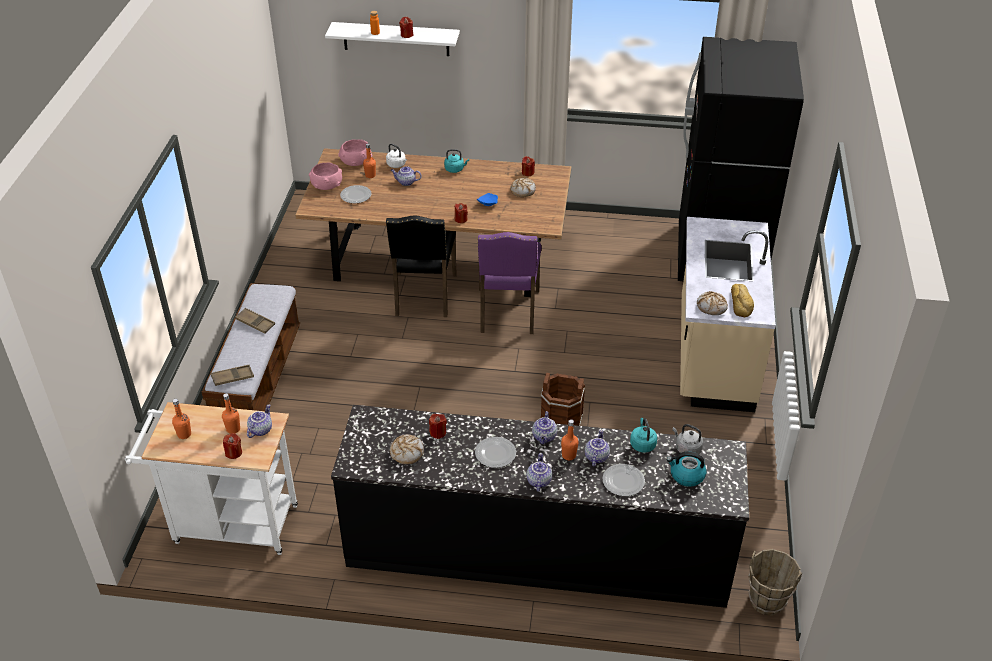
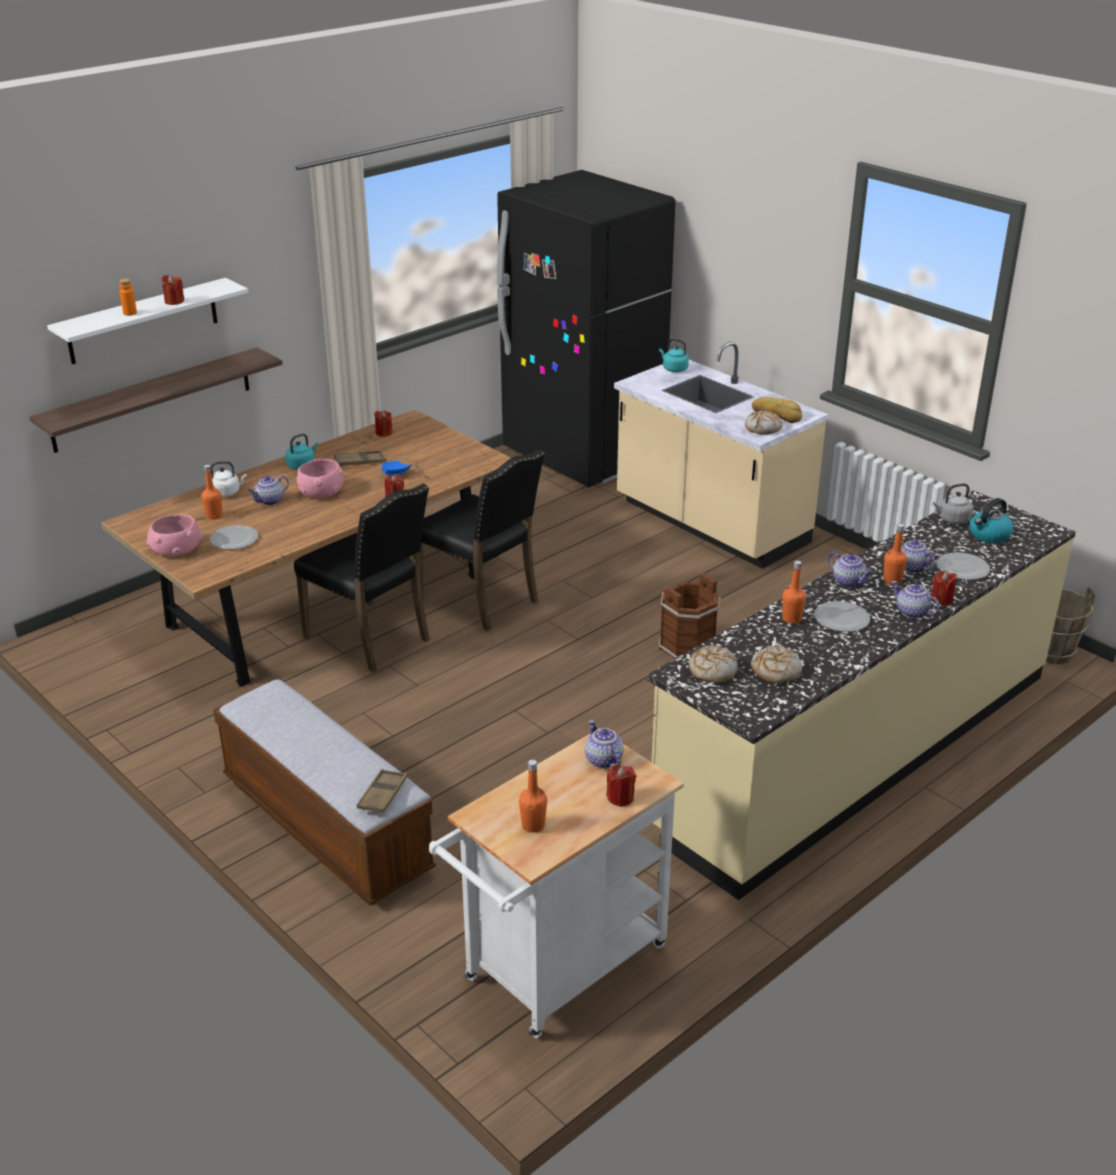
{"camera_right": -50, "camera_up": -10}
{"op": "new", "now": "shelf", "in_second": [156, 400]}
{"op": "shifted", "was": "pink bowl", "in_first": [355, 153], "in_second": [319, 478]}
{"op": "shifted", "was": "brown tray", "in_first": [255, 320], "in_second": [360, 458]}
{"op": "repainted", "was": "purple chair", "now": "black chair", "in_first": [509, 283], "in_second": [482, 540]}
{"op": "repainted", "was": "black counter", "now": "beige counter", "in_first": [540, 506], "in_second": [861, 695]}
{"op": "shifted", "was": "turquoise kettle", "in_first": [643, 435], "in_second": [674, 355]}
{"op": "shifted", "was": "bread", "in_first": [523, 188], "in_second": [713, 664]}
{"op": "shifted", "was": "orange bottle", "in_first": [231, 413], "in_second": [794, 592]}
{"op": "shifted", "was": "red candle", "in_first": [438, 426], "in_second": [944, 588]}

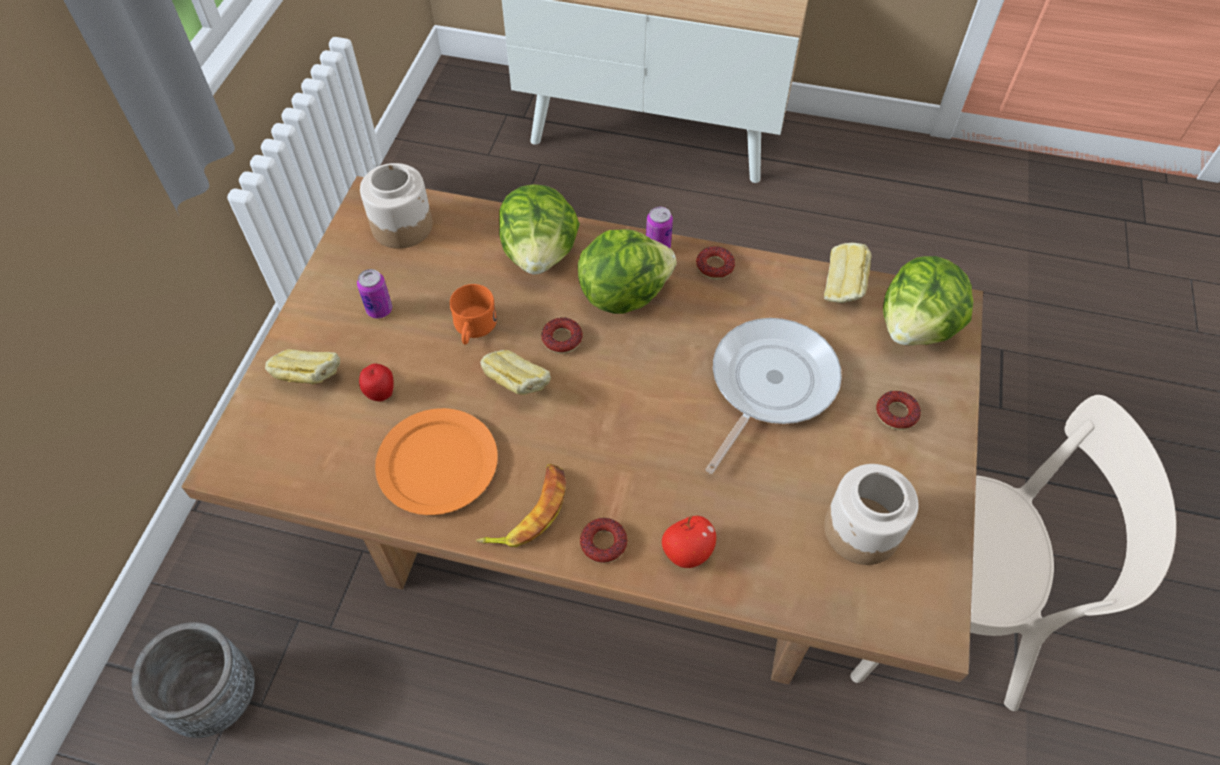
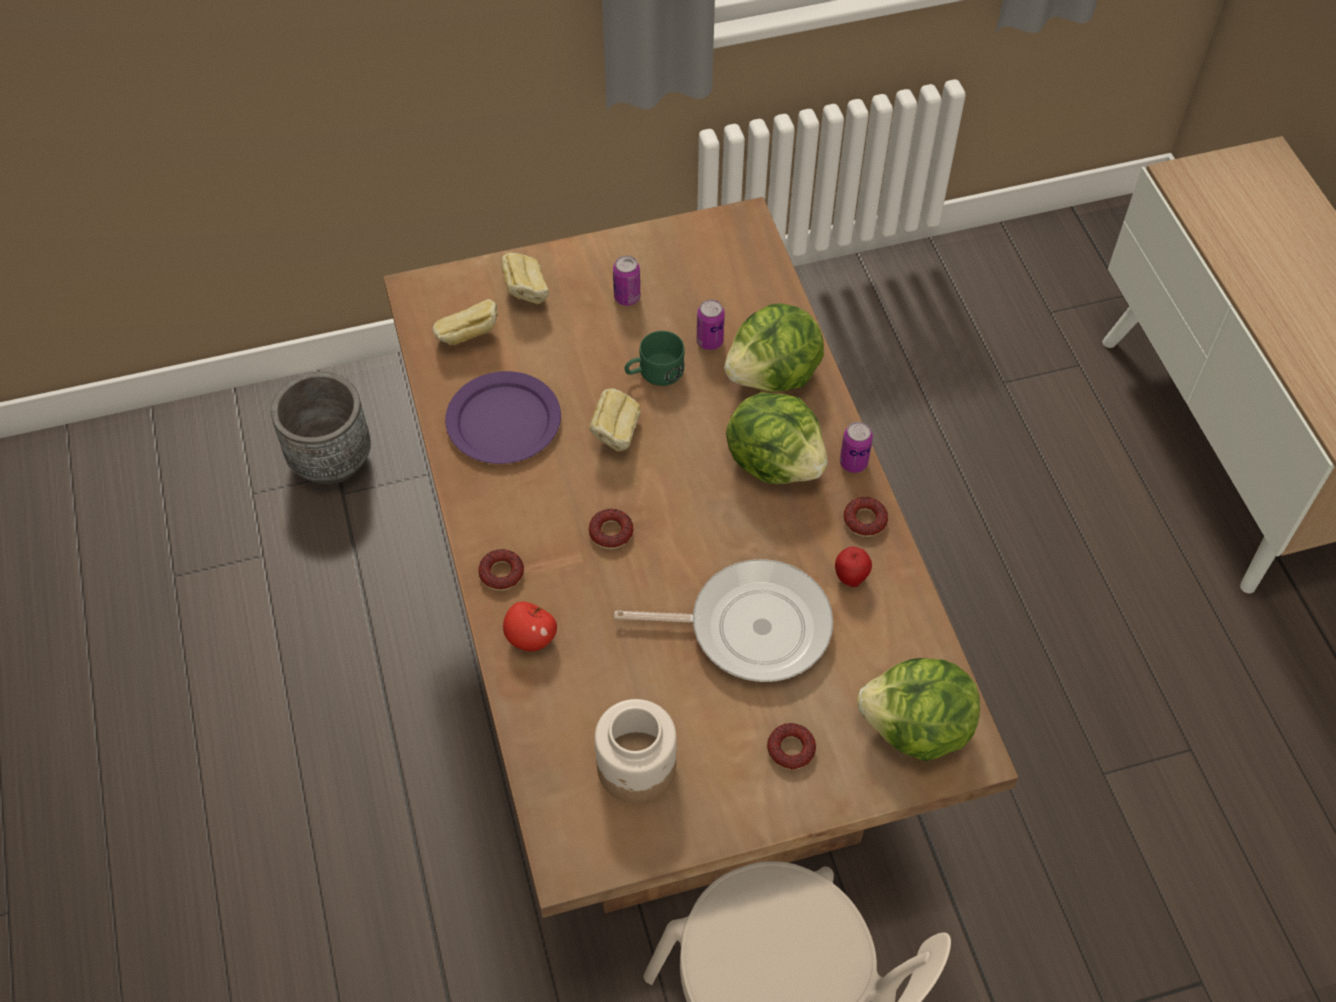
{"camera_right": 60, "camera_up": 0}
{"op": "shifted", "was": "bread", "in_first": [848, 273], "in_second": [465, 322]}
{"op": "repainted", "was": "orange plate", "now": "purple plate", "in_first": [436, 461], "in_second": [503, 417]}
{"op": "shifted", "was": "donut", "in_first": [562, 335], "in_second": [611, 529]}
{"op": "repainted", "was": "orange mug", "now": "green mug", "in_first": [473, 314], "in_second": [654, 358]}
{"op": "new", "now": "can", "in_second": [711, 324]}
{"op": "shifted", "was": "apple", "in_first": [376, 383], "in_second": [853, 567]}
{"op": "gone", "was": "jar", "in_first": [396, 206]}
{"op": "gone", "was": "banana", "in_first": [521, 505]}

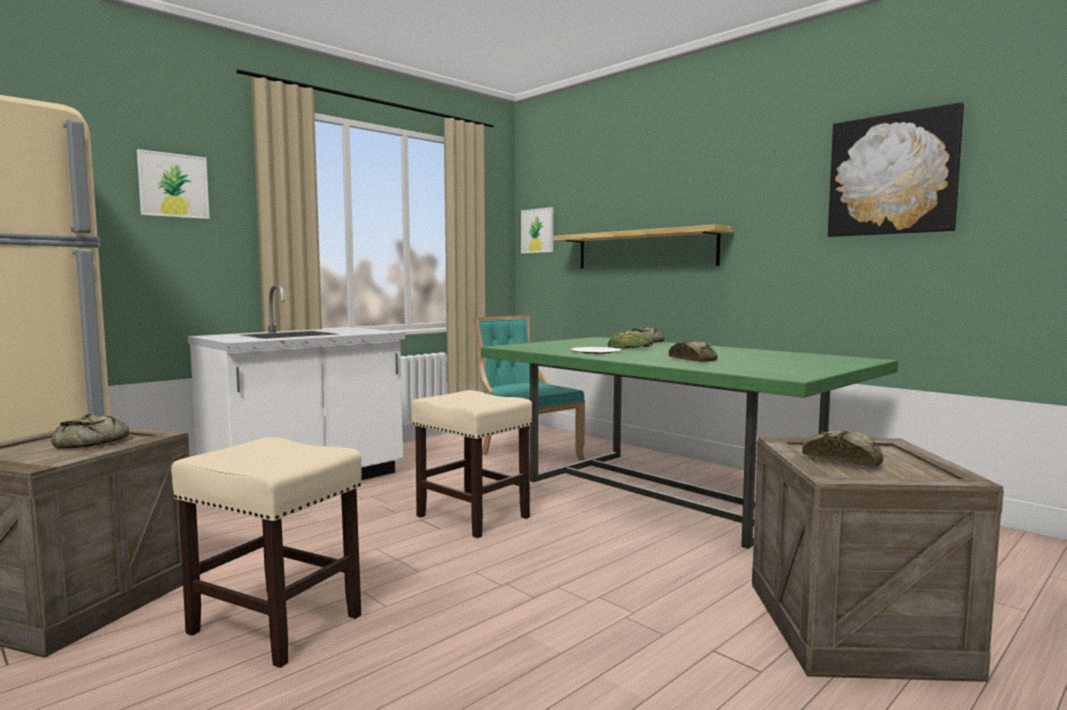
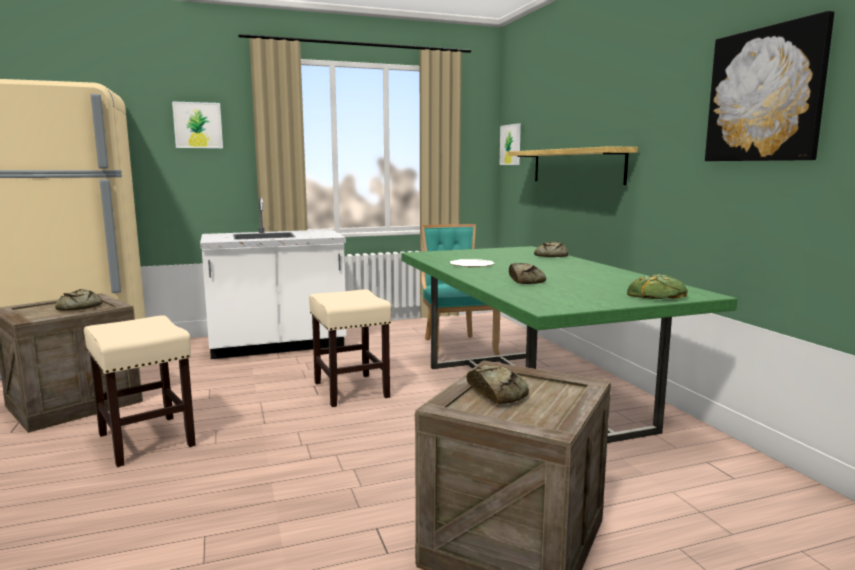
{"camera_right": 25, "camera_up": 5}
{"op": "shifted", "was": "bread", "in_first": [631, 340], "in_second": [657, 286]}

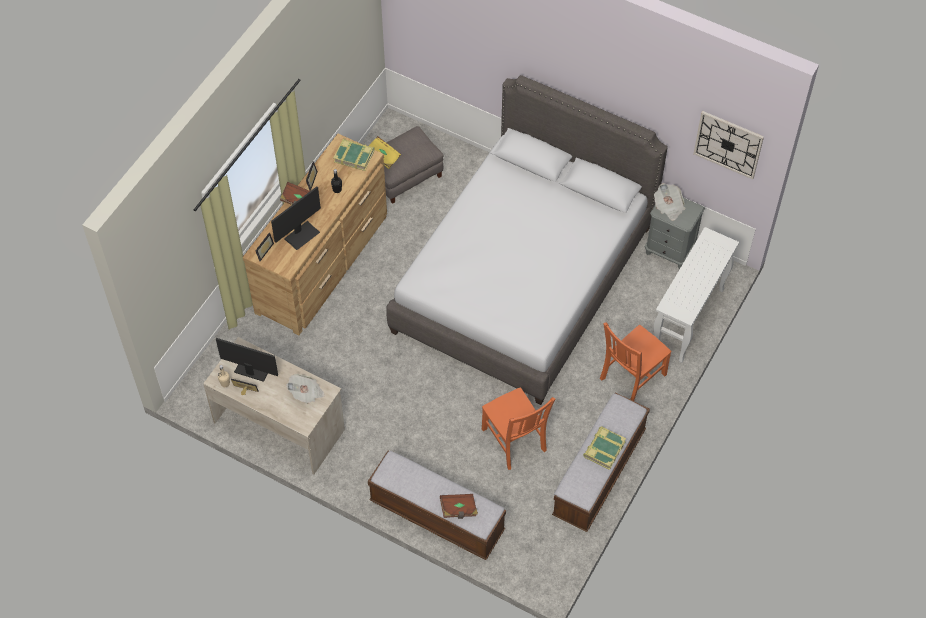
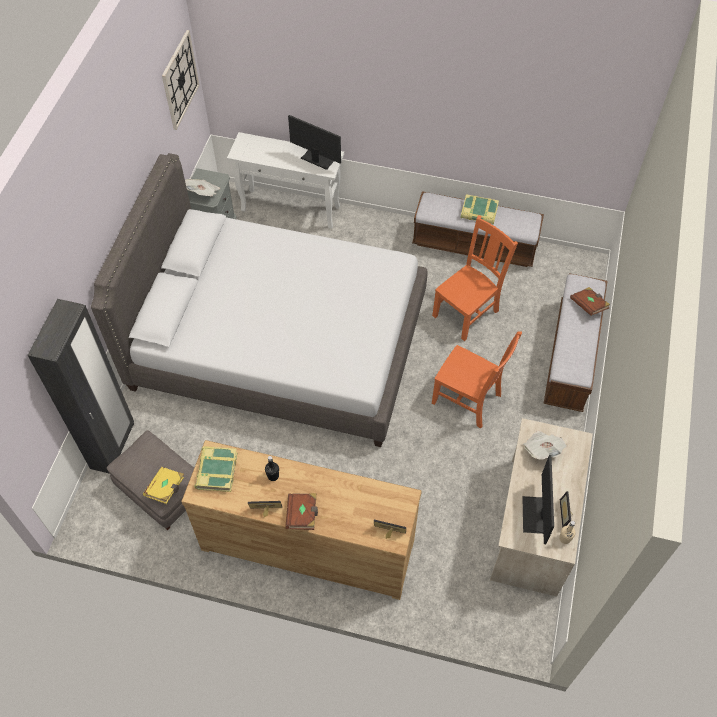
{"camera_right": -105, "camera_up": 0}
{"op": "new", "now": "black wardrobe", "in_second": [81, 386]}
{"op": "shifted", "was": "monitor", "in_first": [296, 218], "in_second": [314, 142]}
{"op": "shifted", "was": "orange chair", "in_first": [636, 361], "in_second": [477, 380]}

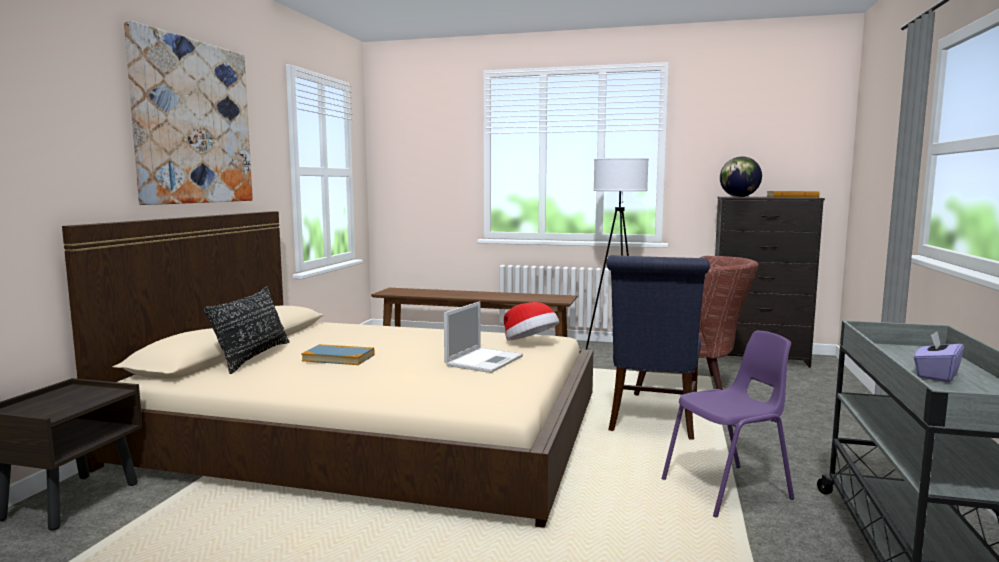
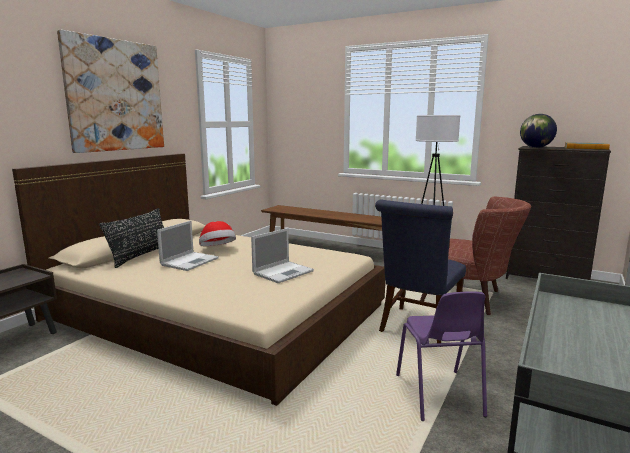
{"camera_right": 15, "camera_up": 5}
{"op": "swapped", "was": "book", "now": "laptop", "in_first": [338, 354], "in_second": [188, 246]}
{"op": "shifted", "was": "hat", "in_first": [531, 321], "in_second": [217, 233]}
{"op": "rotated", "was": "purple chair", "in_first": [728, 424], "in_second": [441, 356], "clockwise": 90}
{"op": "gone", "was": "purple tissue box", "in_first": [939, 356]}

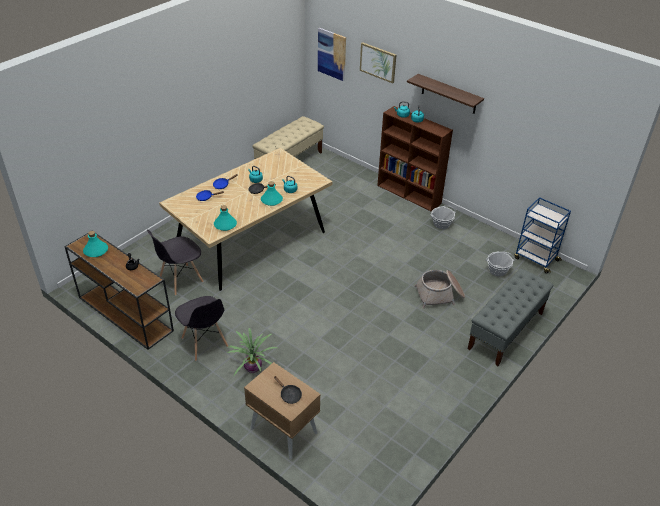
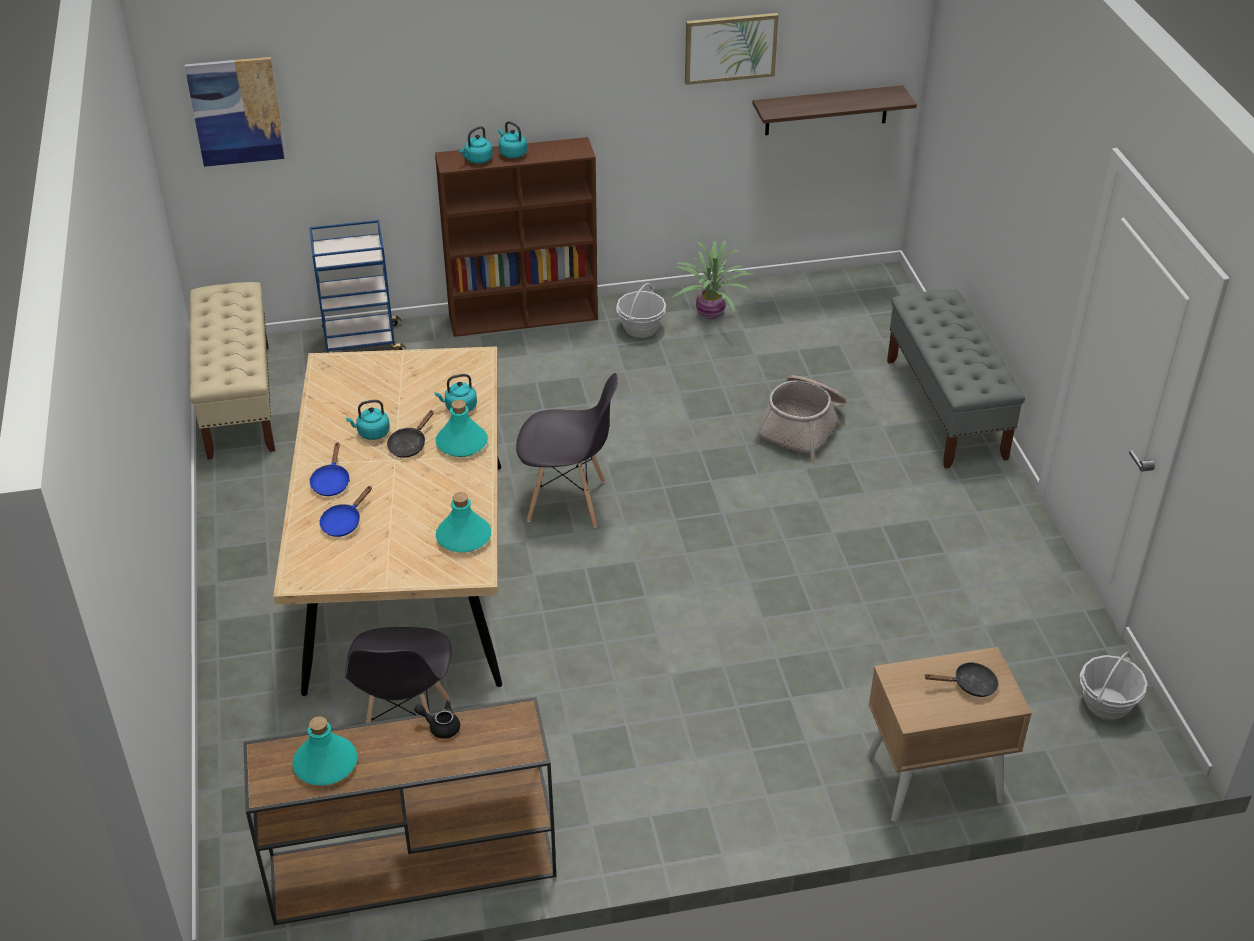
{"camera_right": -50, "camera_up": 0}
{"op": "shifted", "was": "blue cart", "in_first": [543, 235], "in_second": [357, 286]}
{"op": "shifted", "was": "grey chair", "in_first": [201, 328], "in_second": [567, 450]}
{"op": "shifted", "was": "potted plant", "in_first": [252, 352], "in_second": [714, 279]}
{"op": "shifted", "was": "picture", "in_first": [378, 62], "in_second": [732, 49]}
{"op": "shifted", "was": "shelf", "in_first": [445, 94], "in_second": [834, 110]}
{"op": "shifted", "was": "basket", "in_first": [500, 264], "in_second": [1114, 686]}

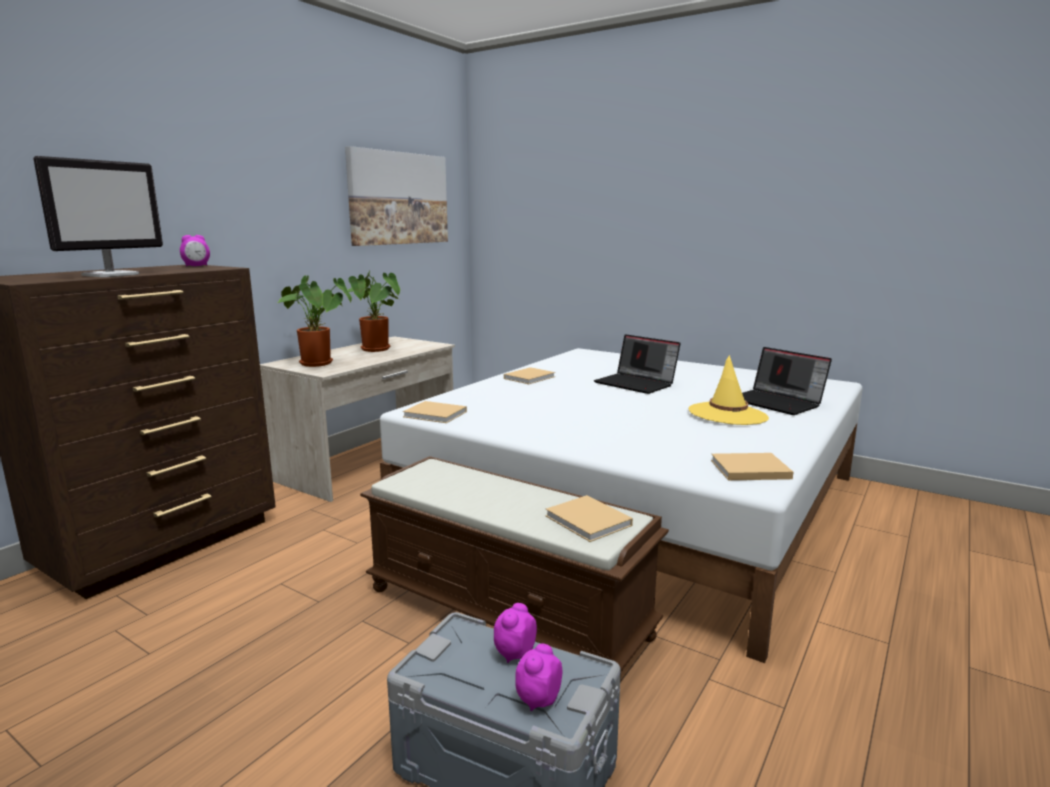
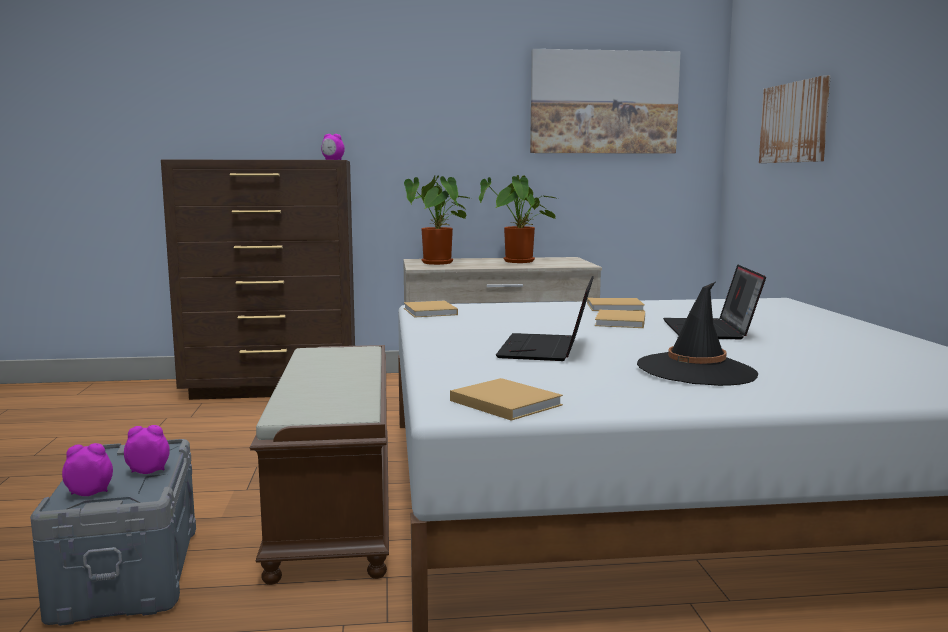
{"camera_right": 50, "camera_up": -5}
{"op": "shifted", "was": "laptop", "in_first": [787, 381], "in_second": [545, 318]}
{"op": "shifted", "was": "beige book", "in_first": [589, 518], "in_second": [620, 319]}
{"op": "repainted", "was": "yellow hat", "now": "black hat", "in_first": [729, 390], "in_second": [697, 334]}
{"op": "new", "now": "picture", "in_second": [795, 119]}
{"op": "gone", "was": "monitor", "in_first": [98, 217]}

